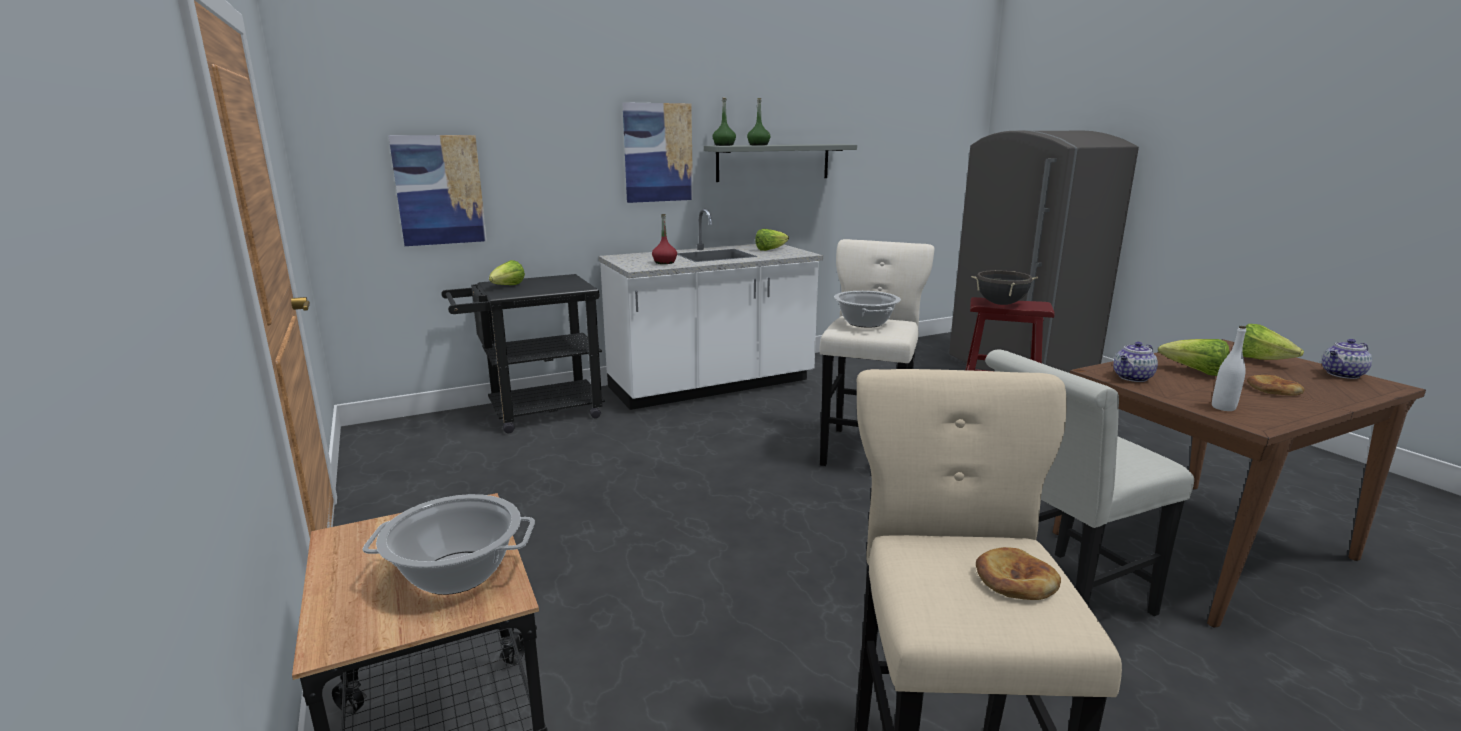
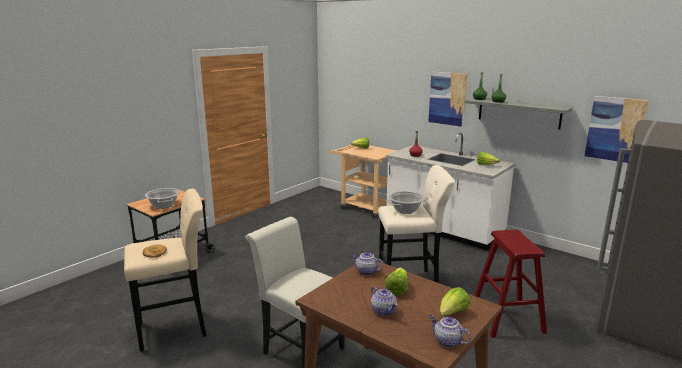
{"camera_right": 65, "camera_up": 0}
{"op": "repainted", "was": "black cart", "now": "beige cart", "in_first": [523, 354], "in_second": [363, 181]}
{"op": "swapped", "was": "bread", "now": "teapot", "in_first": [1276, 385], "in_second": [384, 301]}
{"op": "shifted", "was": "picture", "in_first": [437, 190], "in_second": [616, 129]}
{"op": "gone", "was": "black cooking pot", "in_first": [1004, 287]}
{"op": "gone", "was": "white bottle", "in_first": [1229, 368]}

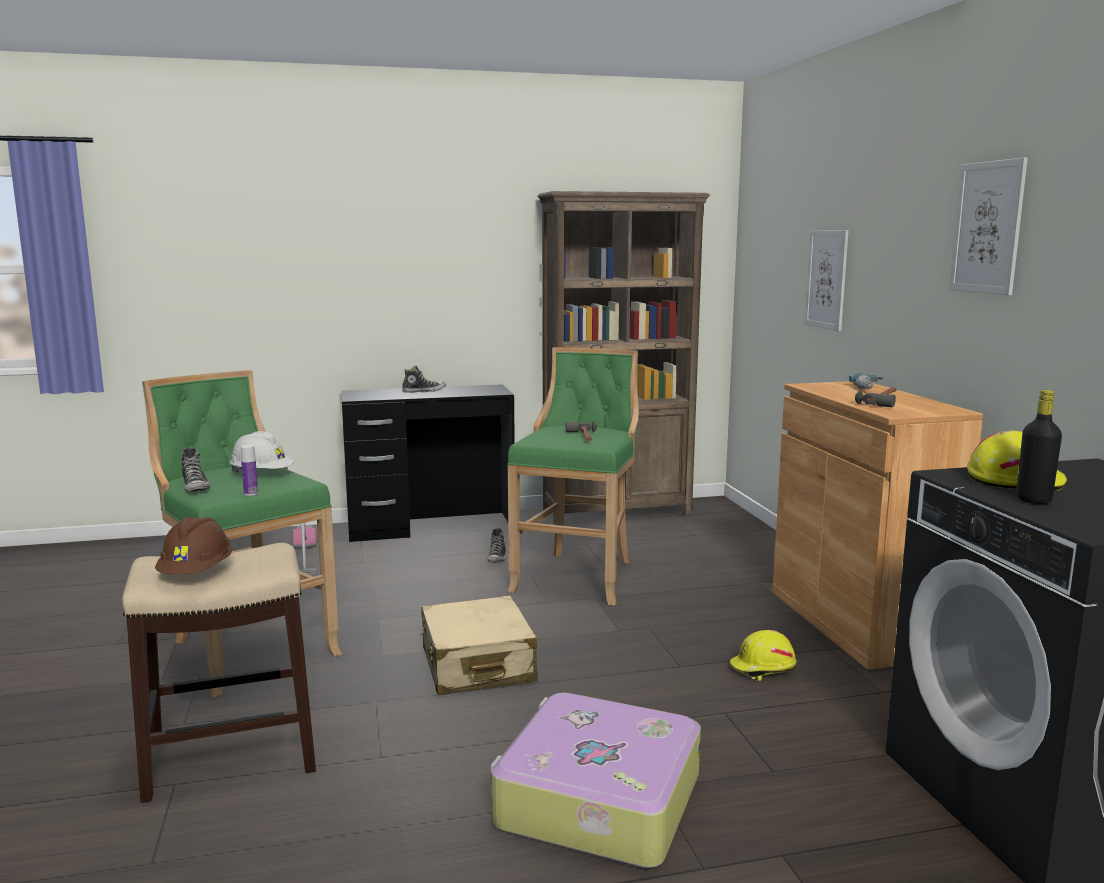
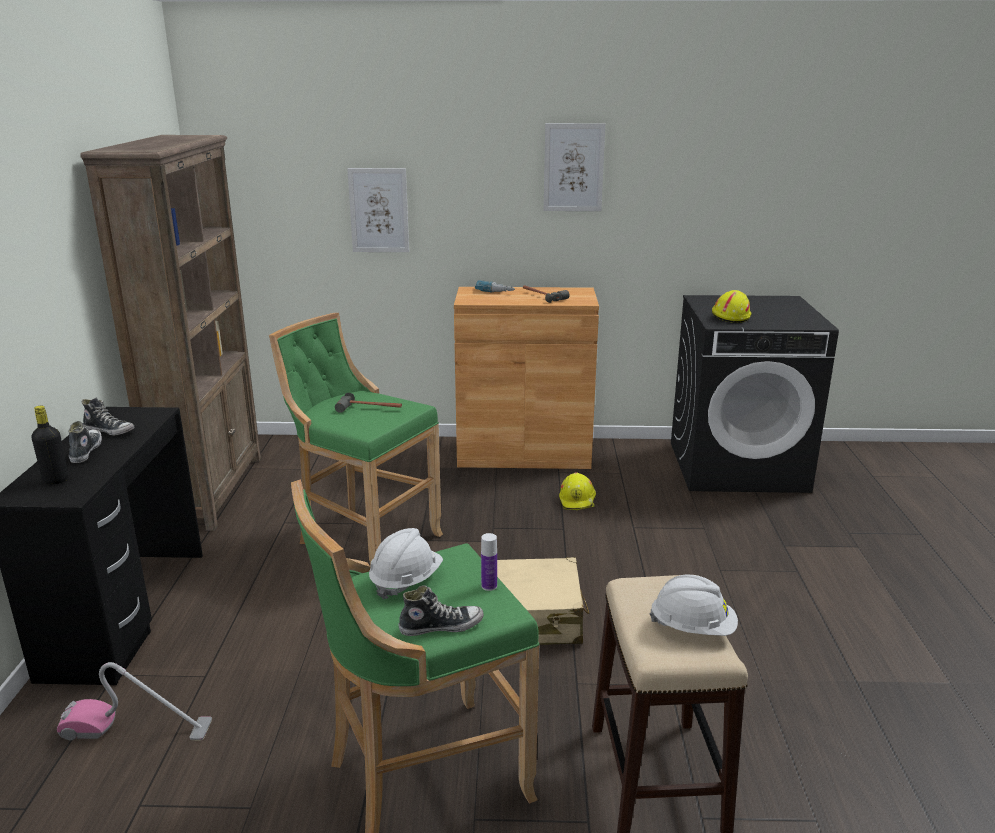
{"camera_right": -75, "camera_up": 10}
{"op": "shifted", "was": "black bottle", "in_first": [1039, 447], "in_second": [49, 445]}
{"op": "shifted", "was": "shoe", "in_first": [496, 545], "in_second": [108, 416]}
{"op": "repainted", "was": "brown hard hat", "now": "white hard hat", "in_first": [193, 546], "in_second": [694, 605]}
{"op": "gone", "was": "suitcase", "in_first": [596, 780]}

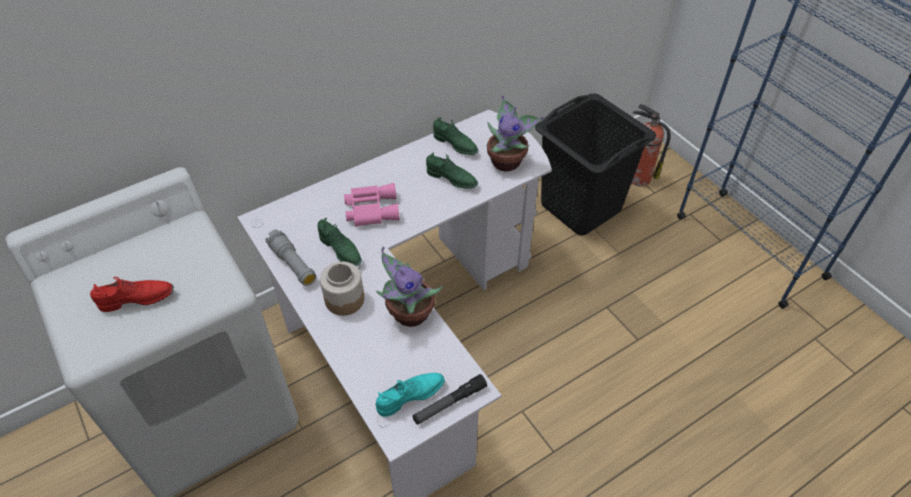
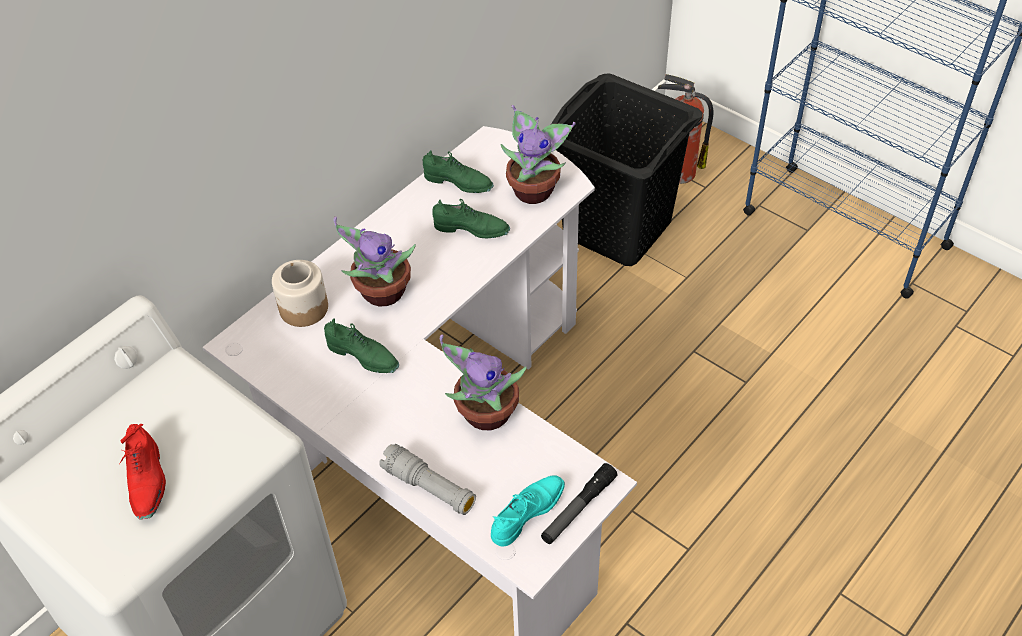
{"camera_right": -15, "camera_up": 0}
{"op": "rotated", "was": "red shoe", "in_first": [132, 294], "in_second": [143, 472], "clockwise": 105}
{"op": "shifted", "was": "jar", "in_first": [342, 288], "in_second": [300, 293]}
{"op": "swapped", "was": "pink binoculars", "now": "potted plant", "in_first": [372, 205], "in_second": [375, 261]}
{"op": "shifted", "was": "grey flashlight", "in_first": [291, 257], "in_second": [427, 479]}

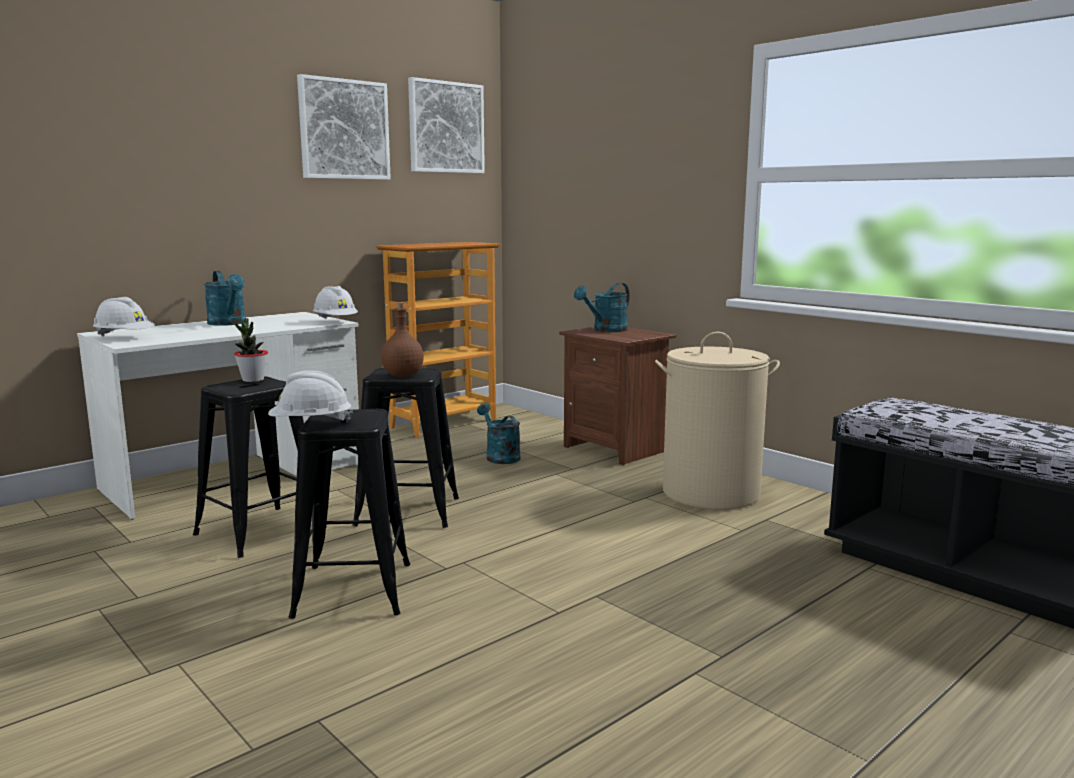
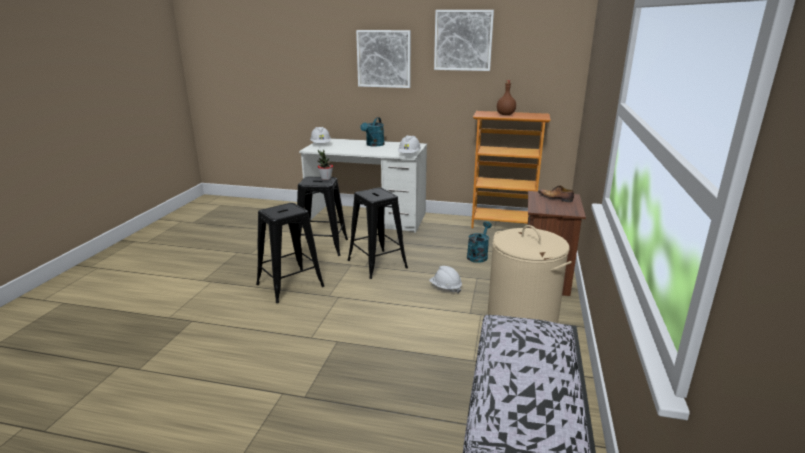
{"camera_right": 55, "camera_up": 10}
{"op": "shifted", "was": "picture", "in_first": [446, 125], "in_second": [383, 59]}
{"op": "shifted", "was": "white hard hat", "in_first": [310, 396], "in_second": [445, 279]}
{"op": "shifted", "was": "brown bottle", "in_first": [402, 339], "in_second": [506, 97]}
{"op": "swapped", "was": "turquoise watering can", "now": "shoe", "in_first": [602, 307], "in_second": [556, 193]}

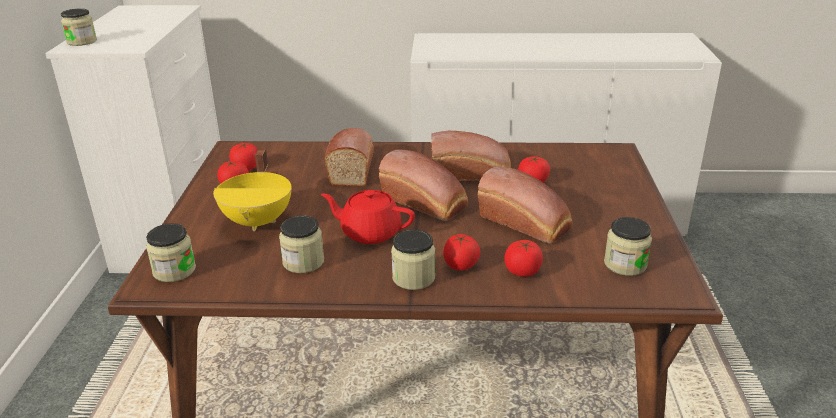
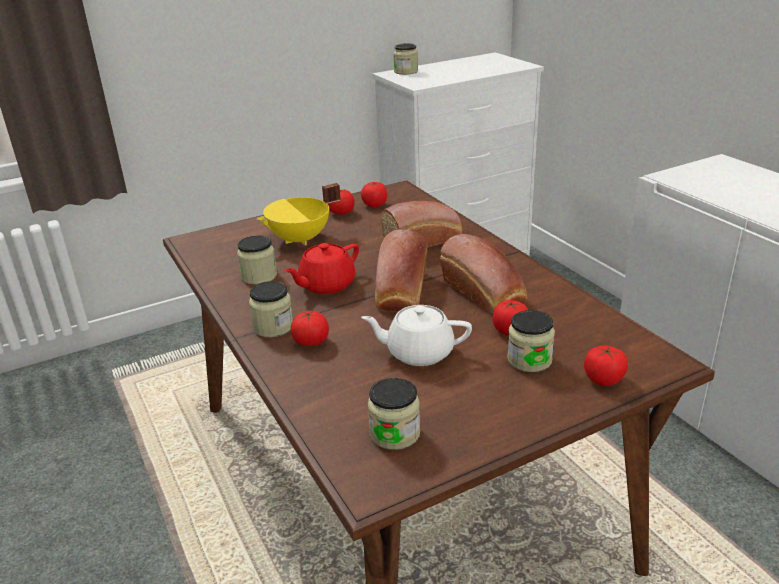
{"camera_right": 60, "camera_up": 0}
{"op": "rotated", "was": "red teapot", "in_first": [368, 217], "in_second": [322, 268], "clockwise": -120}
{"op": "swapped", "was": "bread", "now": "white teapot", "in_first": [525, 204], "in_second": [416, 335]}
{"op": "shifted", "was": "jar", "in_first": [171, 252], "in_second": [531, 341]}
{"op": "shifted", "was": "tomato", "in_first": [523, 258], "in_second": [606, 366]}

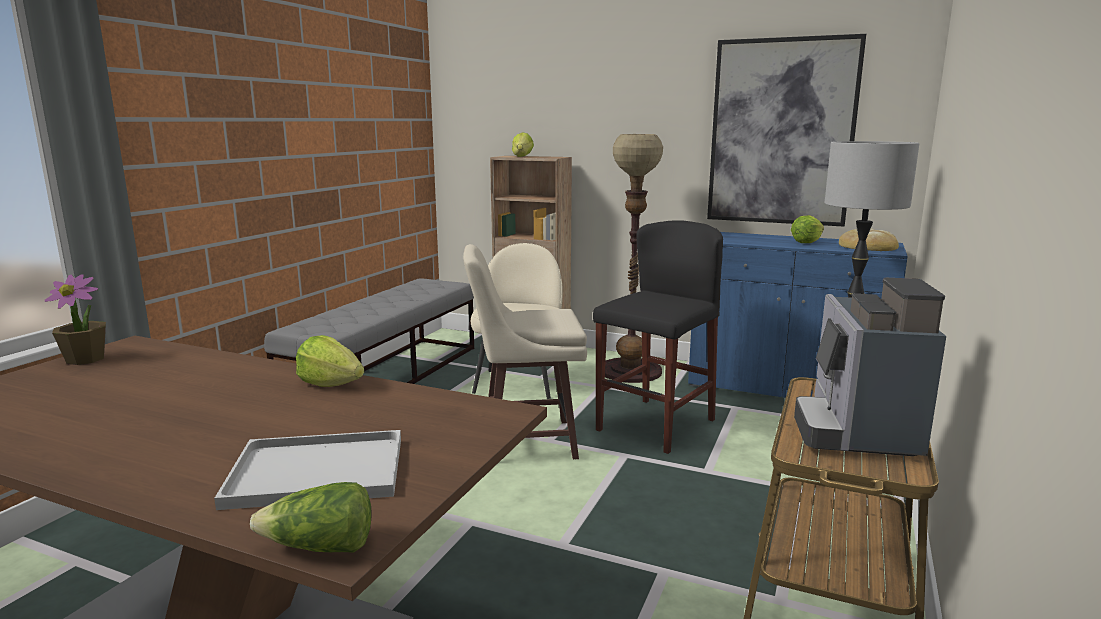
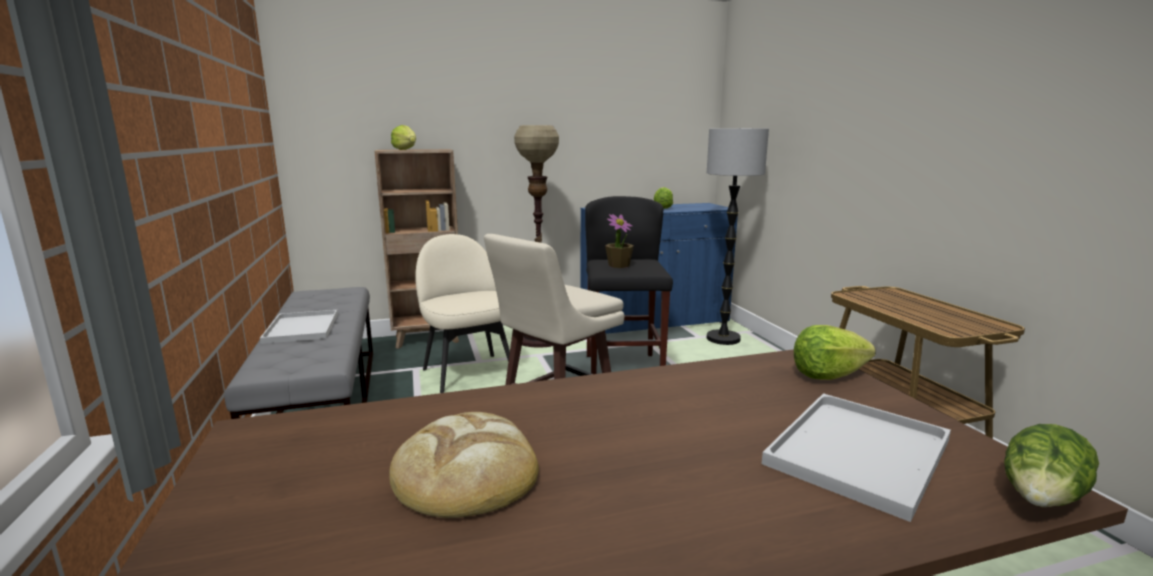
{"camera_right": -40, "camera_up": 0}
{"op": "new", "now": "white tray", "in_second": [299, 327]}
{"op": "shifted", "was": "bread", "in_first": [869, 239], "in_second": [464, 465]}
{"op": "shifted", "was": "potted plant", "in_first": [75, 319], "in_second": [619, 241]}
{"op": "shifted", "was": "lettuce", "in_first": [330, 361], "in_second": [835, 352]}
{"op": "gone", "was": "picture", "in_first": [786, 130]}
{"op": "gone", "was": "coffee machine", "in_first": [870, 367]}

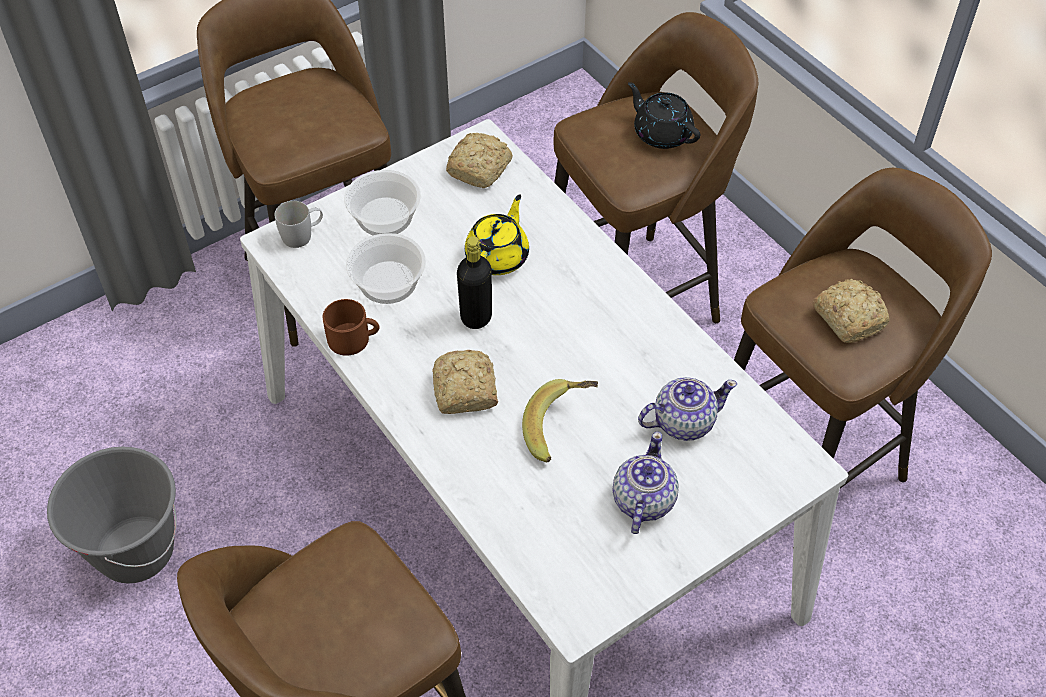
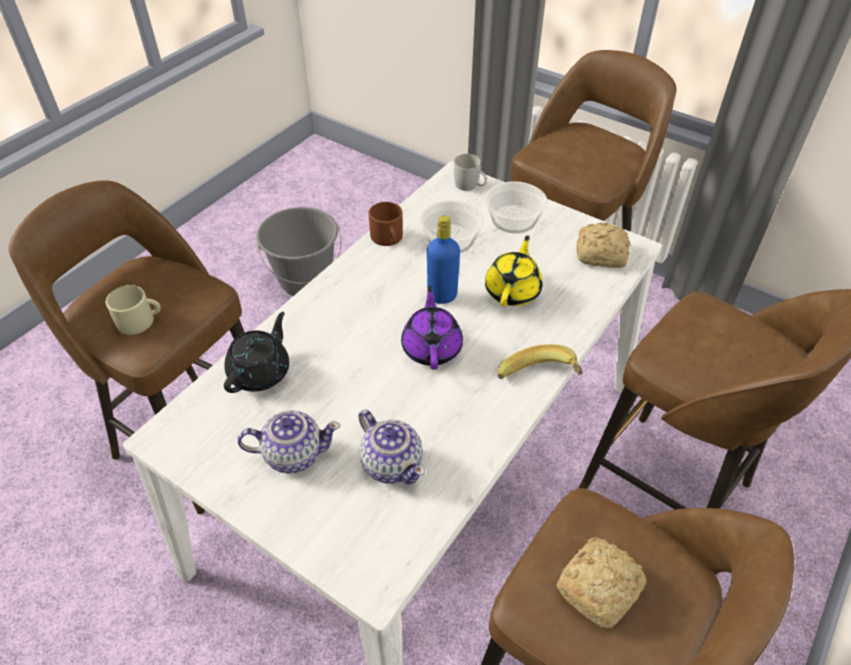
{"camera_right": 70, "camera_up": -5}
{"op": "new", "now": "beige mug", "in_second": [133, 310]}
{"op": "shifted", "was": "black teapot", "in_first": [664, 115], "in_second": [256, 352]}
{"op": "new", "now": "purple teapot", "in_second": [432, 328]}
{"op": "repainted", "was": "black bottle", "now": "blue bottle", "in_first": [474, 282], "in_second": [443, 260]}
{"op": "rotated", "was": "yellow teapot", "in_first": [497, 234], "in_second": [514, 271], "clockwise": -75}
{"op": "shifted", "was": "banana", "in_first": [560, 420], "in_second": [540, 361]}
{"op": "gone", "was": "bread", "in_first": [465, 382]}

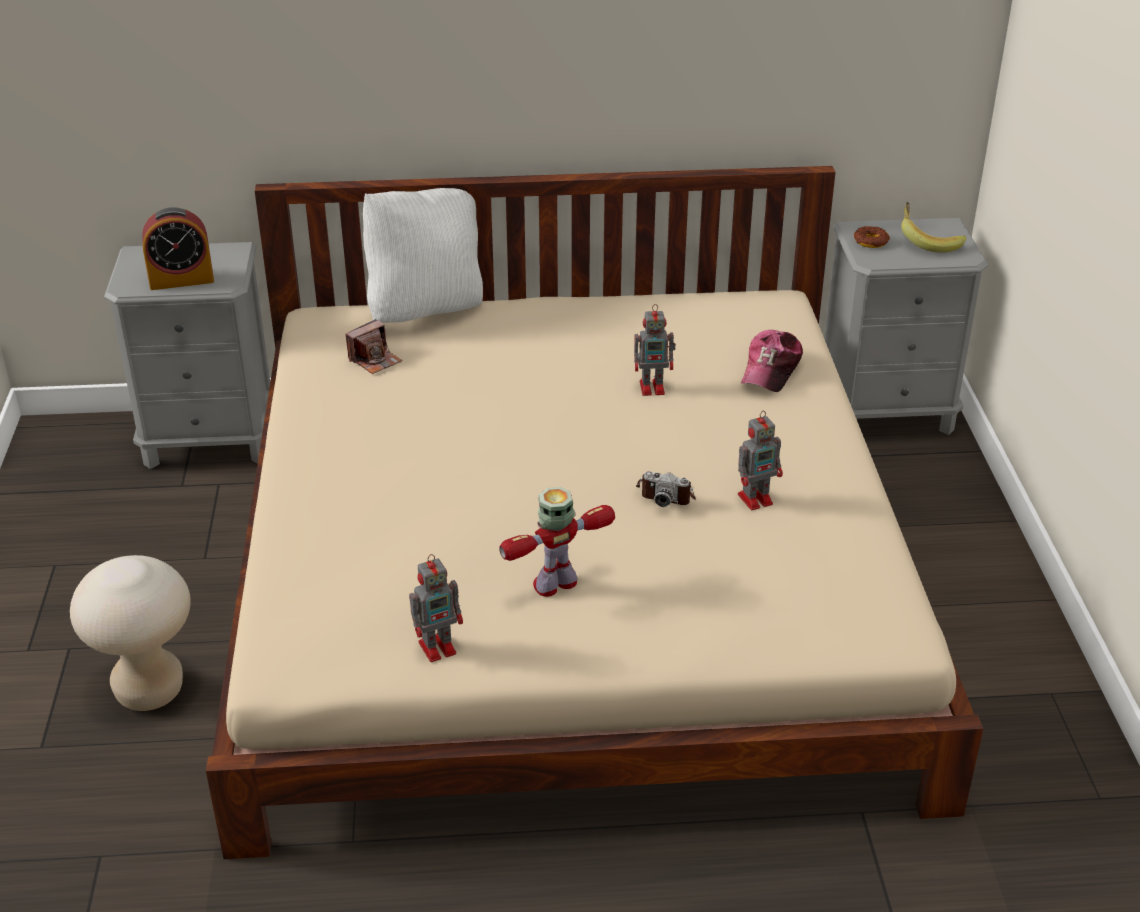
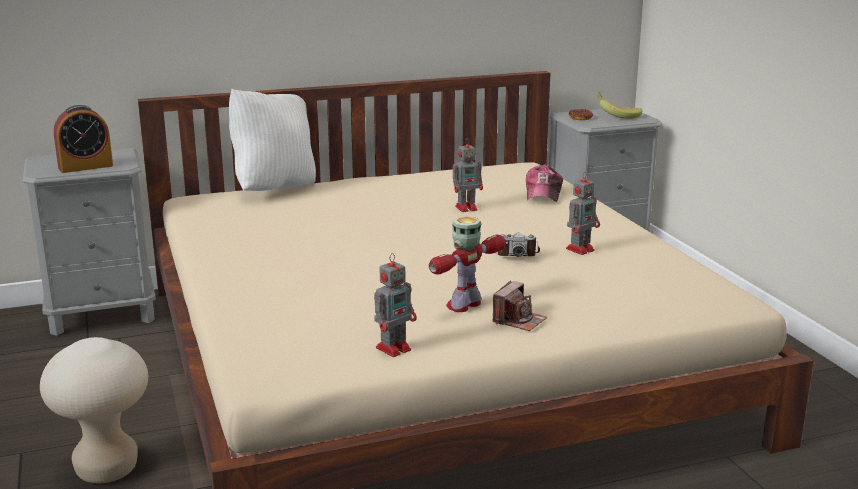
{"camera_right": -15, "camera_up": -15}
{"op": "shifted", "was": "photo camera", "in_first": [373, 346], "in_second": [520, 306]}

